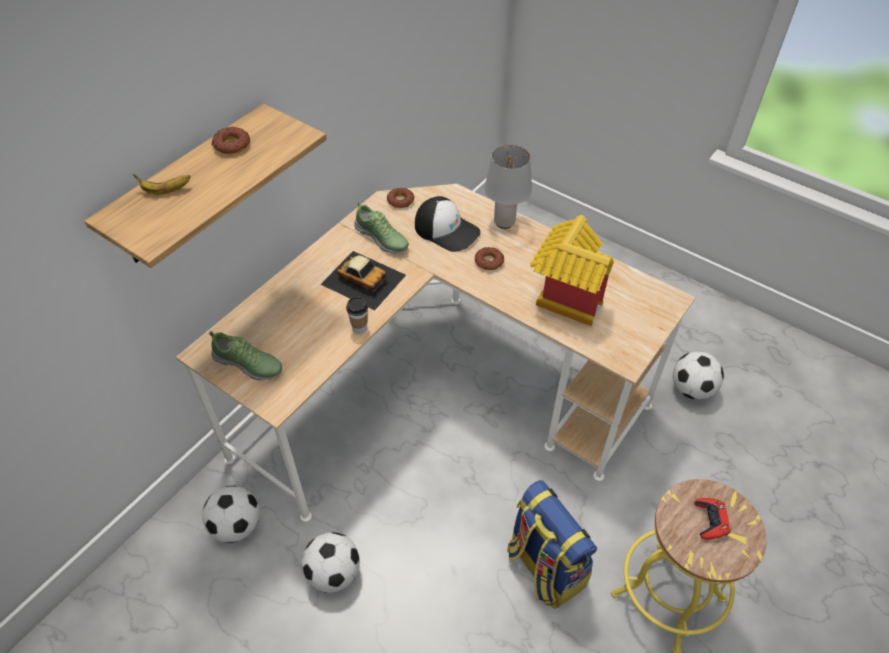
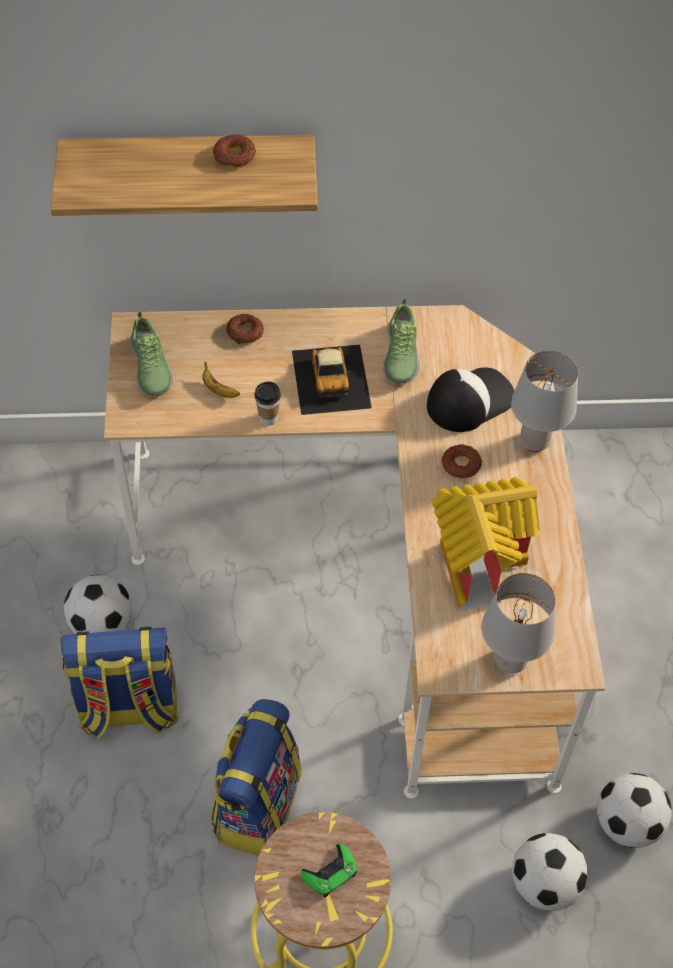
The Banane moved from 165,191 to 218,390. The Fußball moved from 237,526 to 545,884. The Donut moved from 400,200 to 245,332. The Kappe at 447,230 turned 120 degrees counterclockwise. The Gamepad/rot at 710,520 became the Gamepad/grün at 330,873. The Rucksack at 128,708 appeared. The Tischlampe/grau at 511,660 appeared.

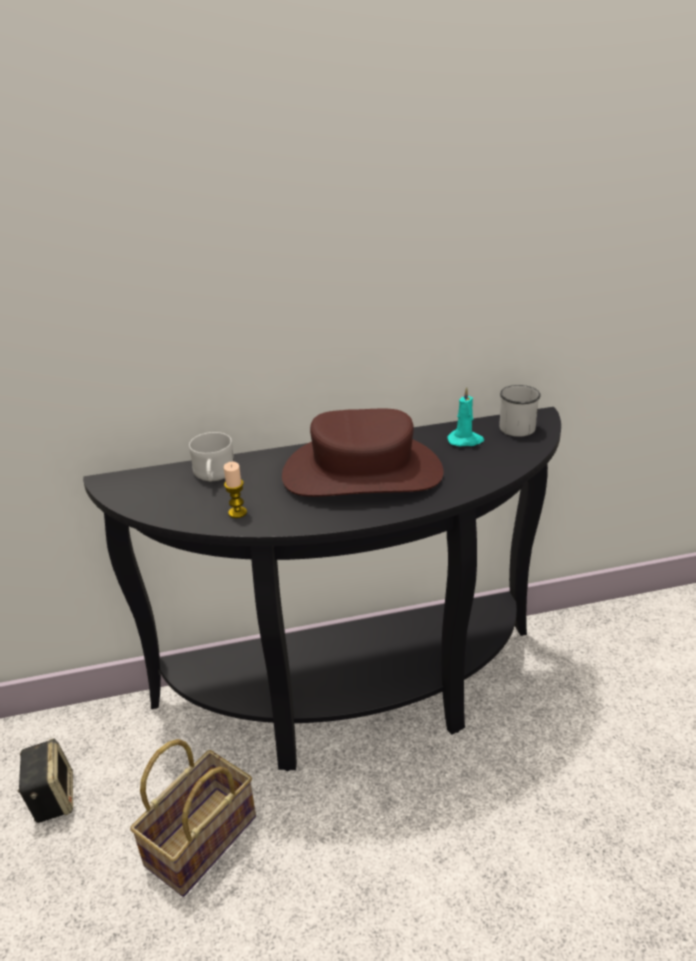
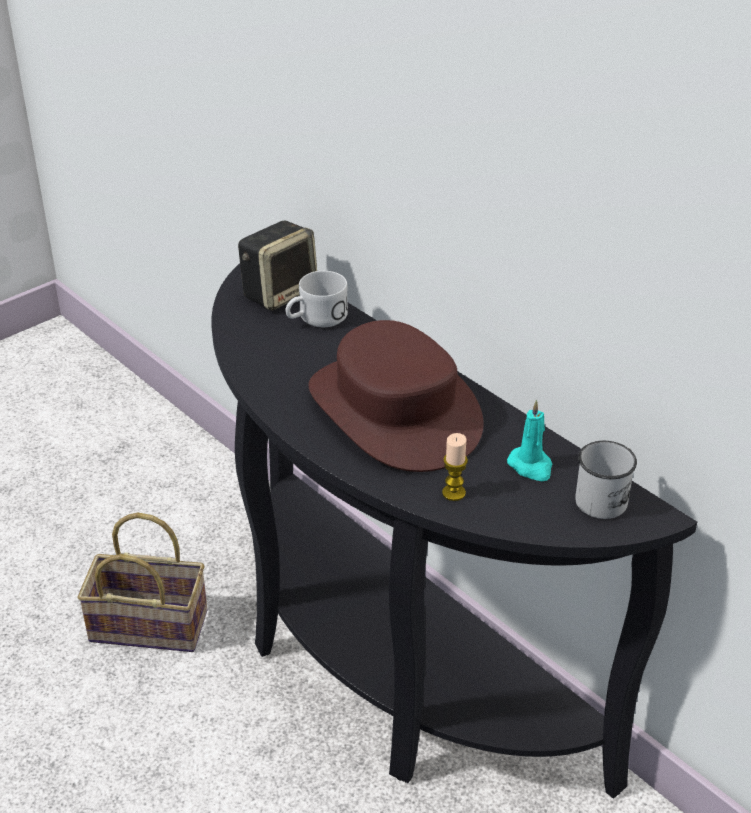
The Lautsprecher moved from 52,798 to 280,292. The Kerze moved from 237,512 to 453,493.

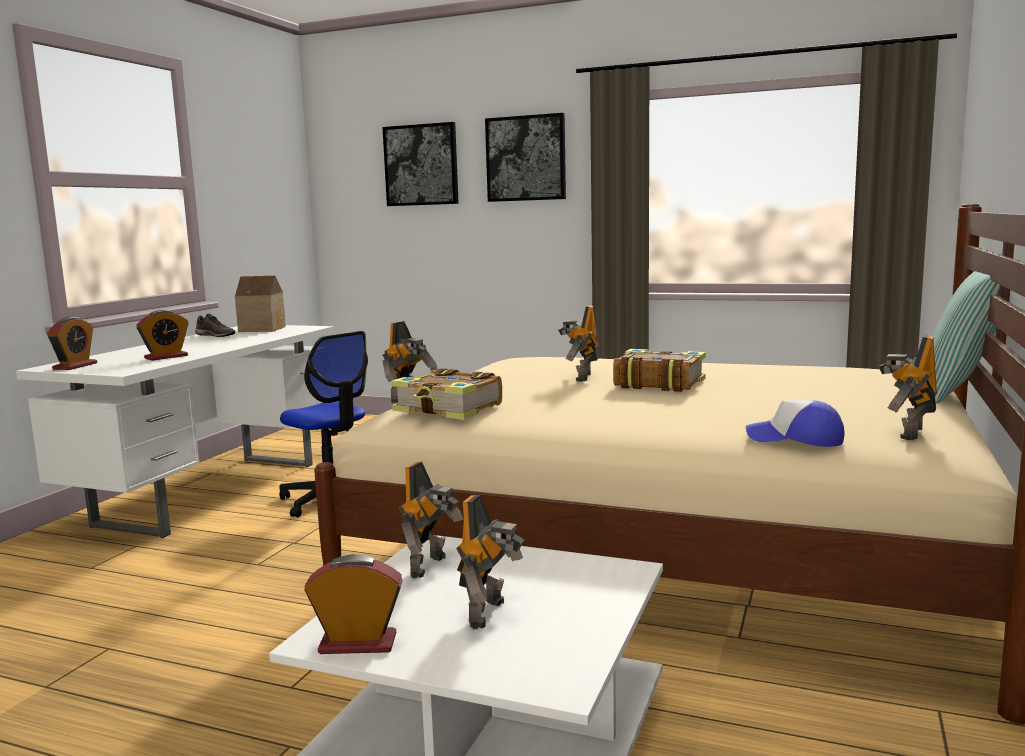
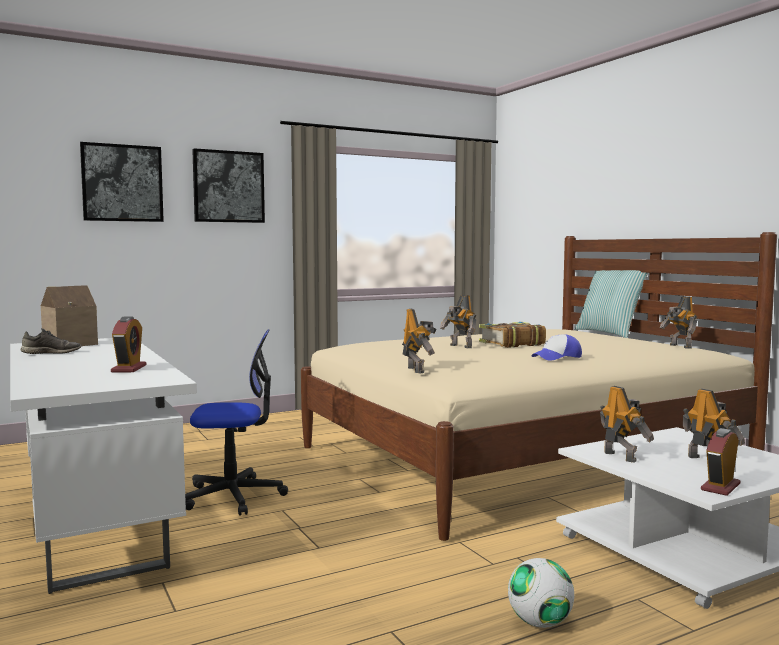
The Wecker at 75,366 disappeared. The Buch at 449,409 disappeared. The Kappe moved from 795,439 to 557,357. The Fußball at 540,623 appeared.

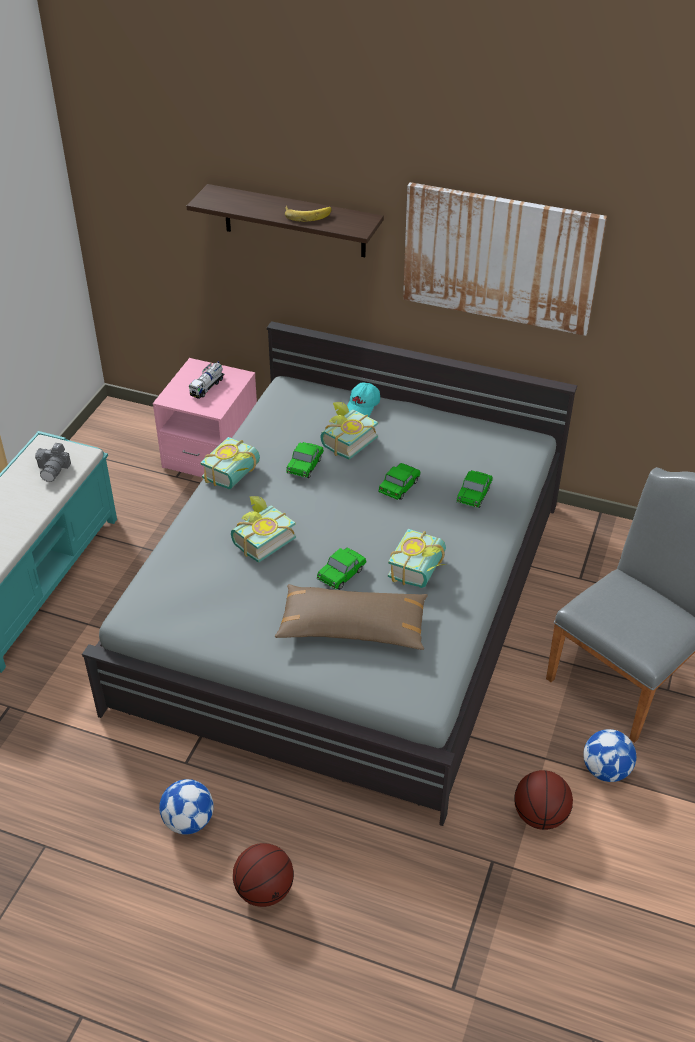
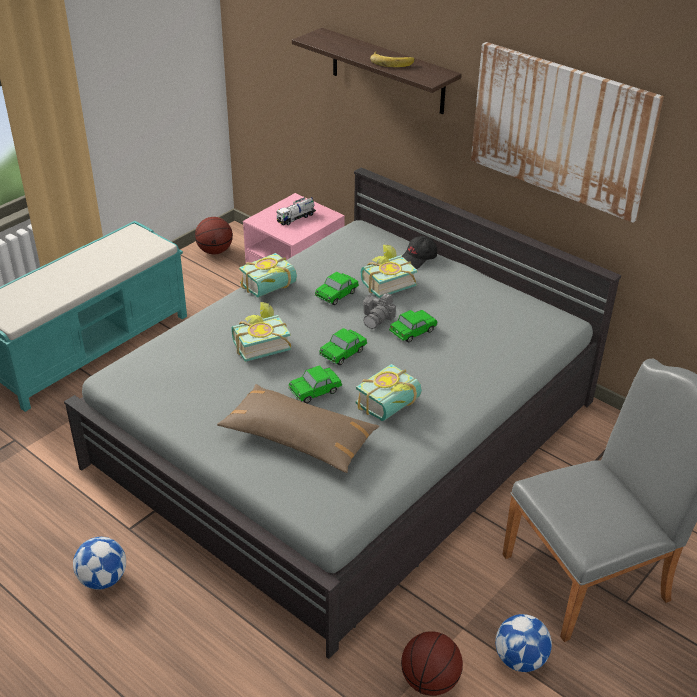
The Kamera moved from 54,469 to 377,318. The Basketball moved from 264,890 to 215,251. The Kappe/türkis at 362,407 became the Kappe/schwarz at 417,259. The Spielzeugauto moved from 474,495 to 343,353.

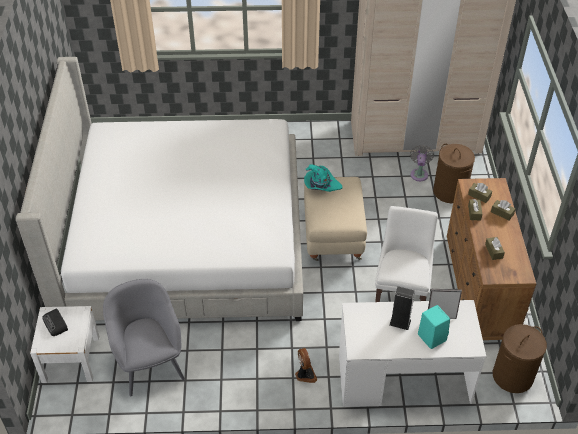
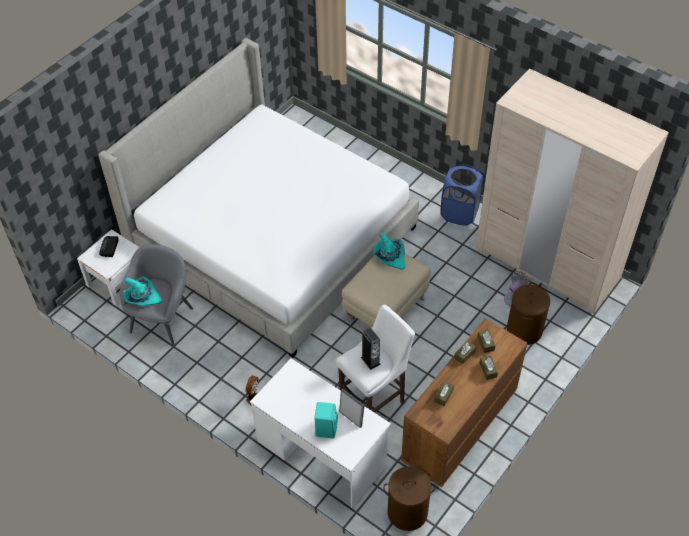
The Lautsprecher moved from 400,322 to 370,360. The Hut/türkis at 142,296 appeared. The Wäschekorb/blau at 459,213 appeared.

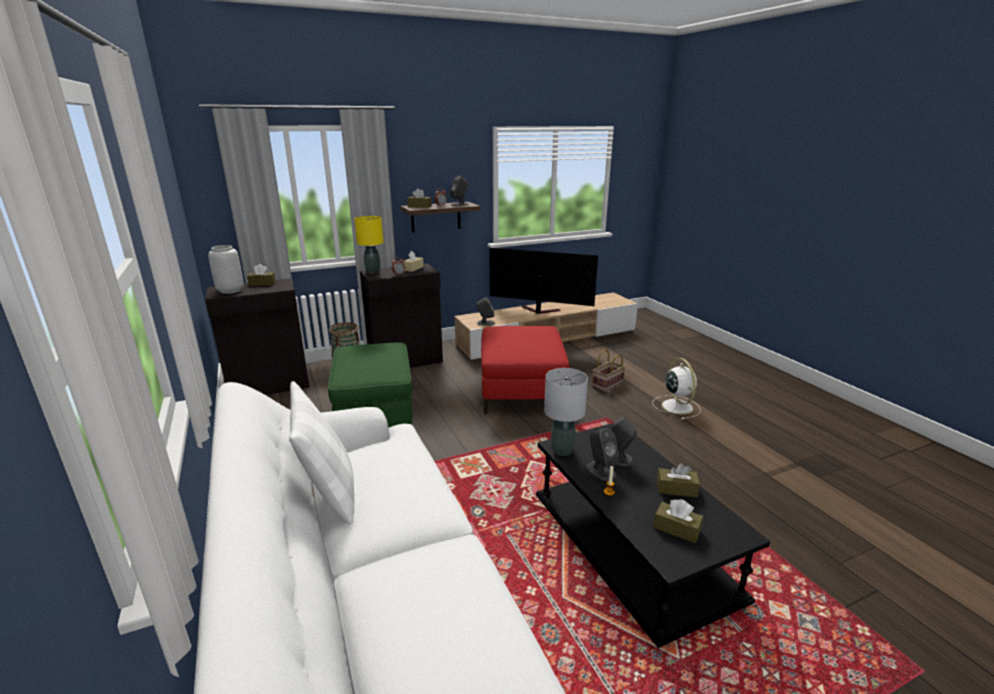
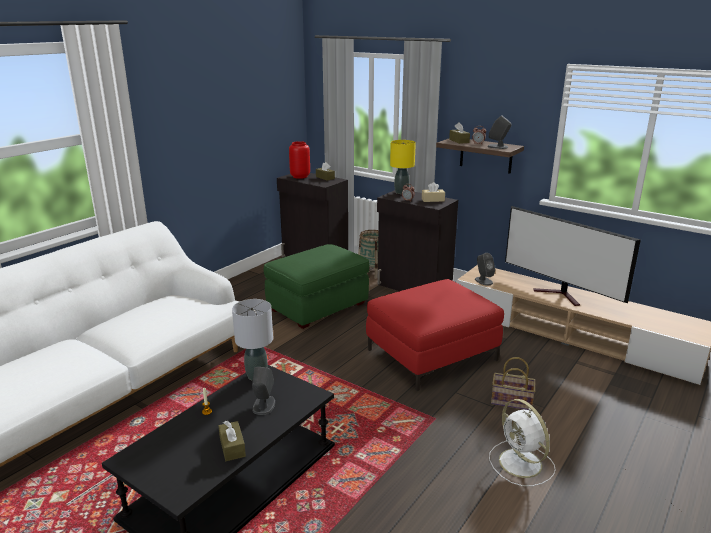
The Vase/grau at 231,290 became the Vase/rot at 300,176. The Kissen/weiß at 329,492 disappeared. The Fernseher at 538,311 turned 150 degrees clockwise. The Lautsprecher/grau at 600,470 disappeared. The Ventilator/weiß at 676,406 turned 105 degrees clockwise. The Taschentuchbox/braun at 676,529 disappeared.

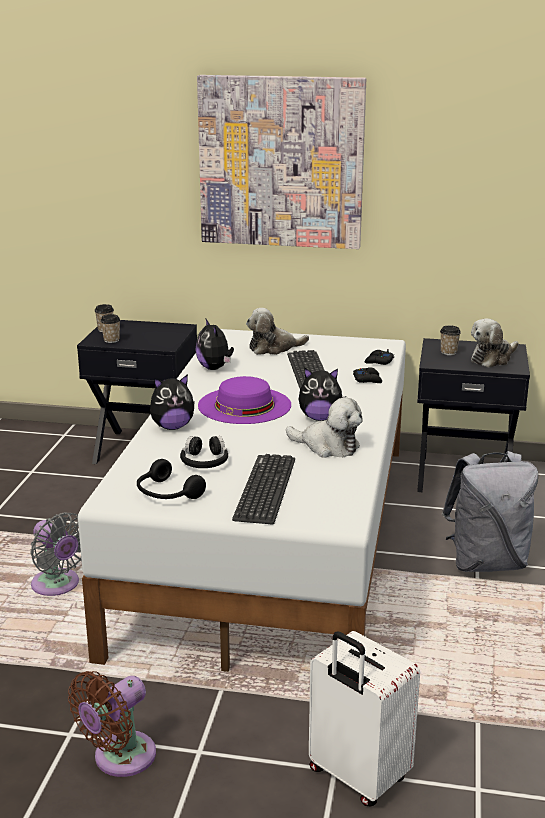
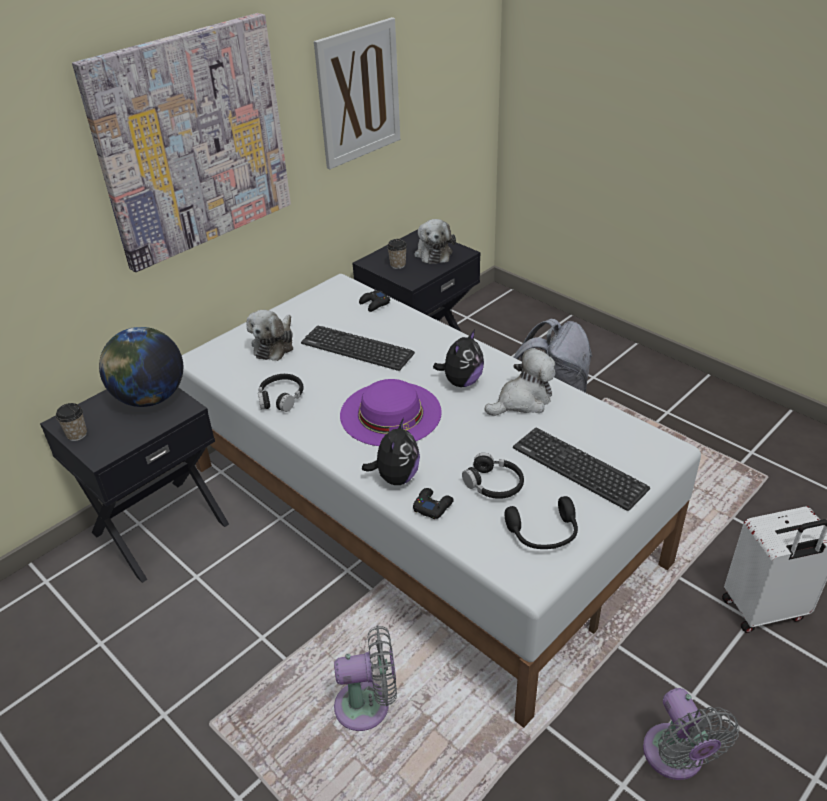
The Ventilator/braun at 119,758 became the Ventilator/grau at 676,758. The Tasse at 111,340 disappeared. The Plüschtier at 215,368 was replaced by the Kopfhörer/schwarz at 281,398. The Gamepad/schwarz moved from 367,379 to 432,506. The Globus at 150,398 appeared. The Bild at 358,93 appeared.

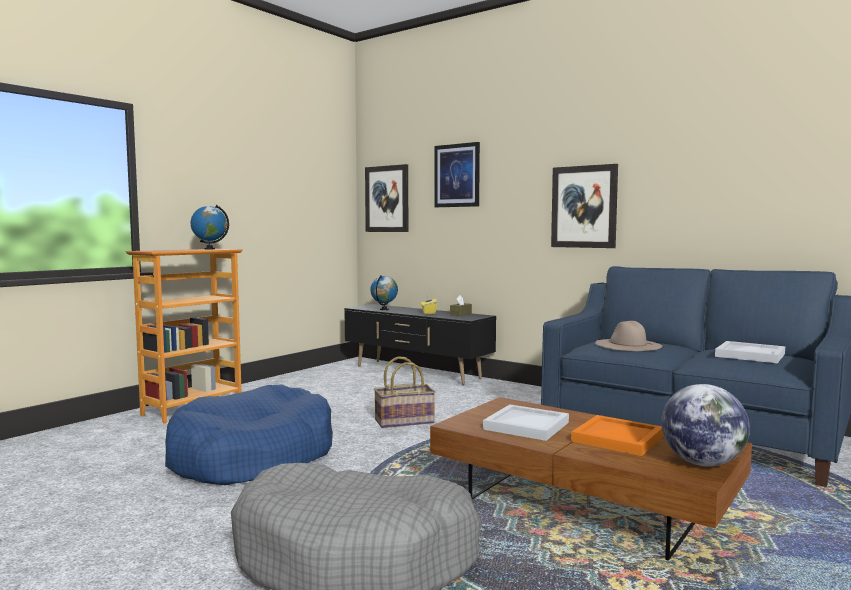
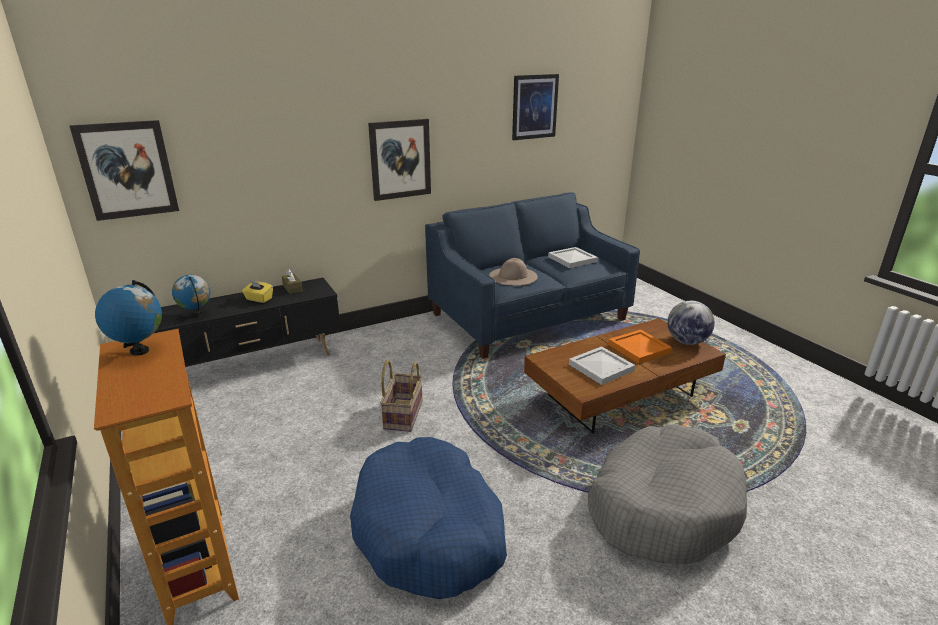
The Bild moved from 457,175 to 534,107.

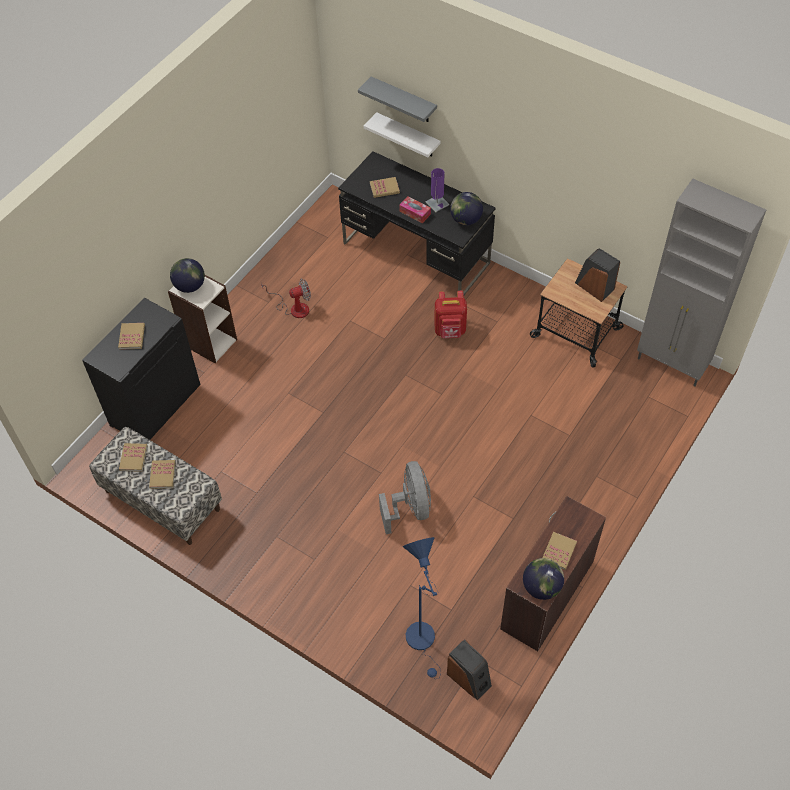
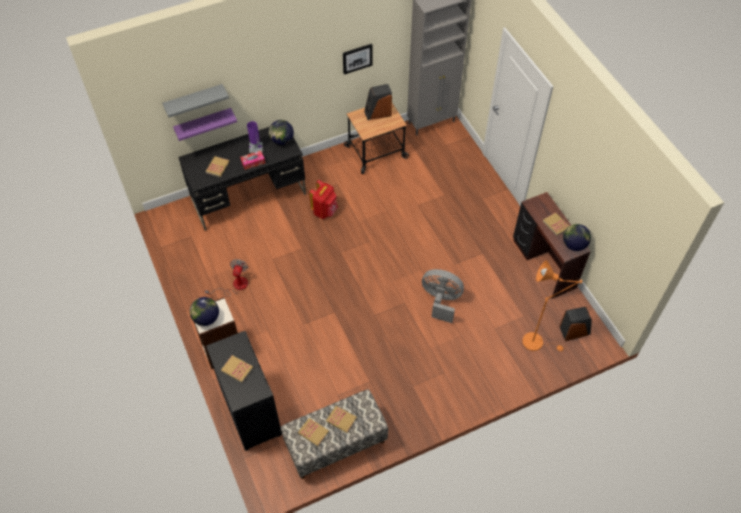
The Wandregal/weiß at 408,135 became the Wandregal/lila at 203,124. The Stehlampe/blau at 423,641 became the Stehlampe/orange at 537,342. The Bild at 357,58 appeared.

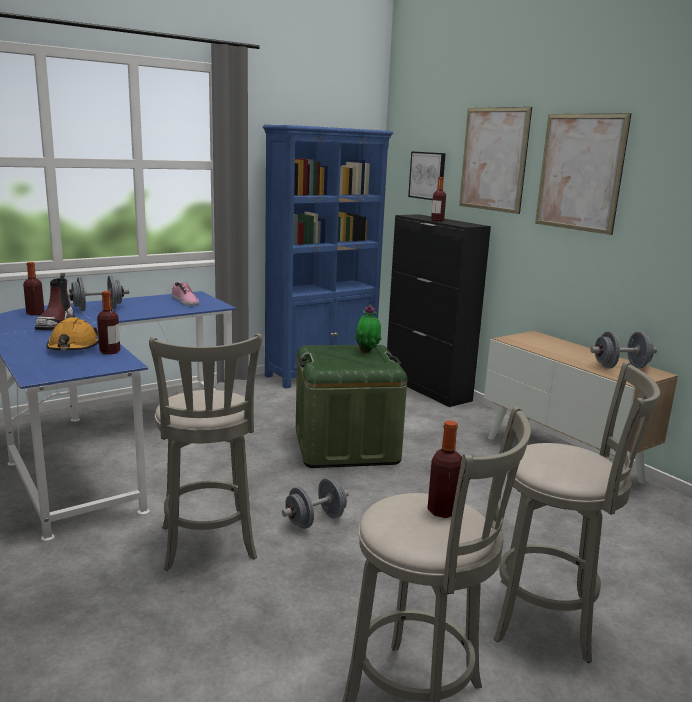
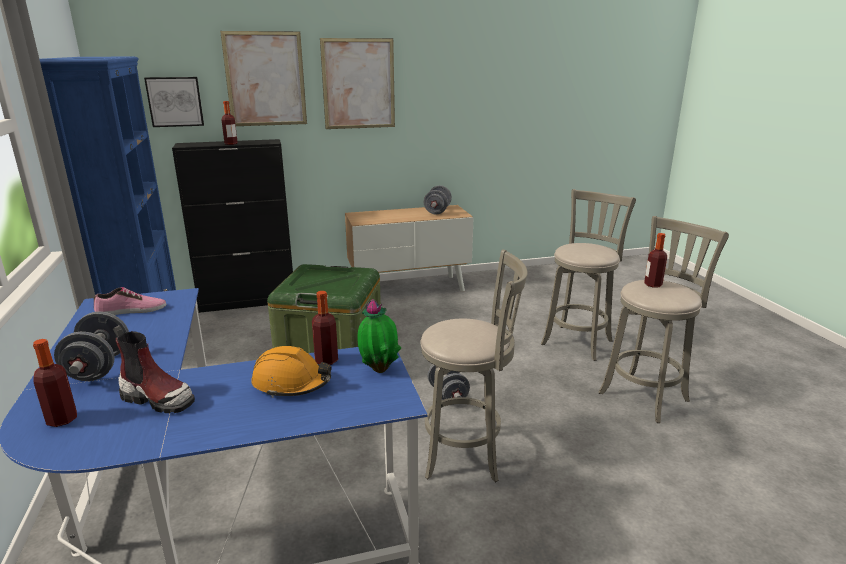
The Topfpflanze moved from 367,352 to 379,369.

